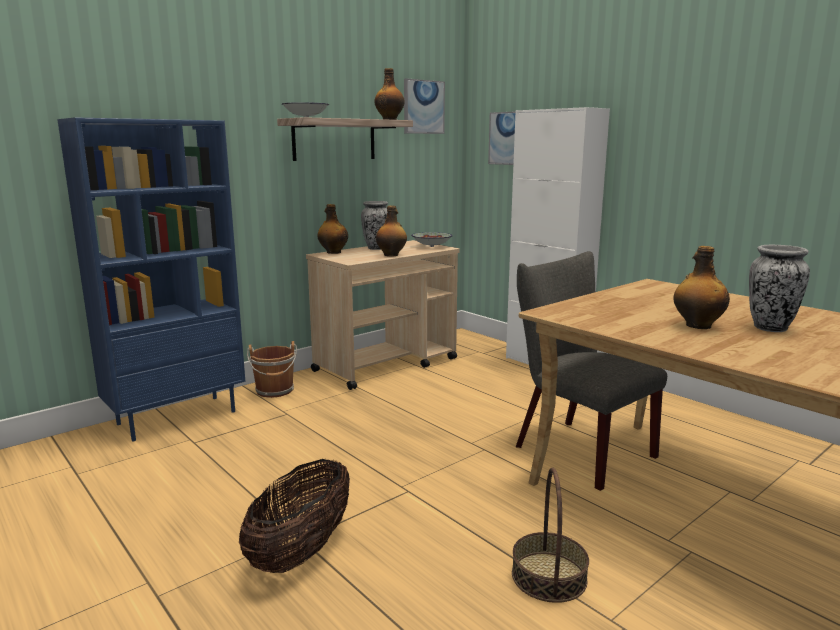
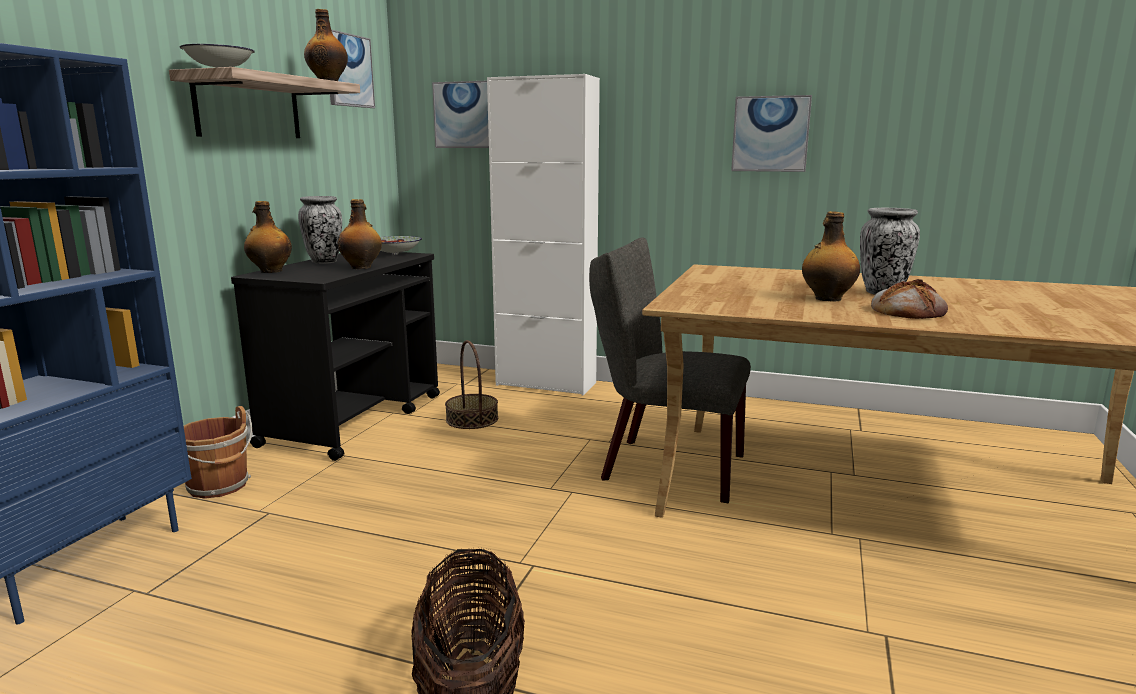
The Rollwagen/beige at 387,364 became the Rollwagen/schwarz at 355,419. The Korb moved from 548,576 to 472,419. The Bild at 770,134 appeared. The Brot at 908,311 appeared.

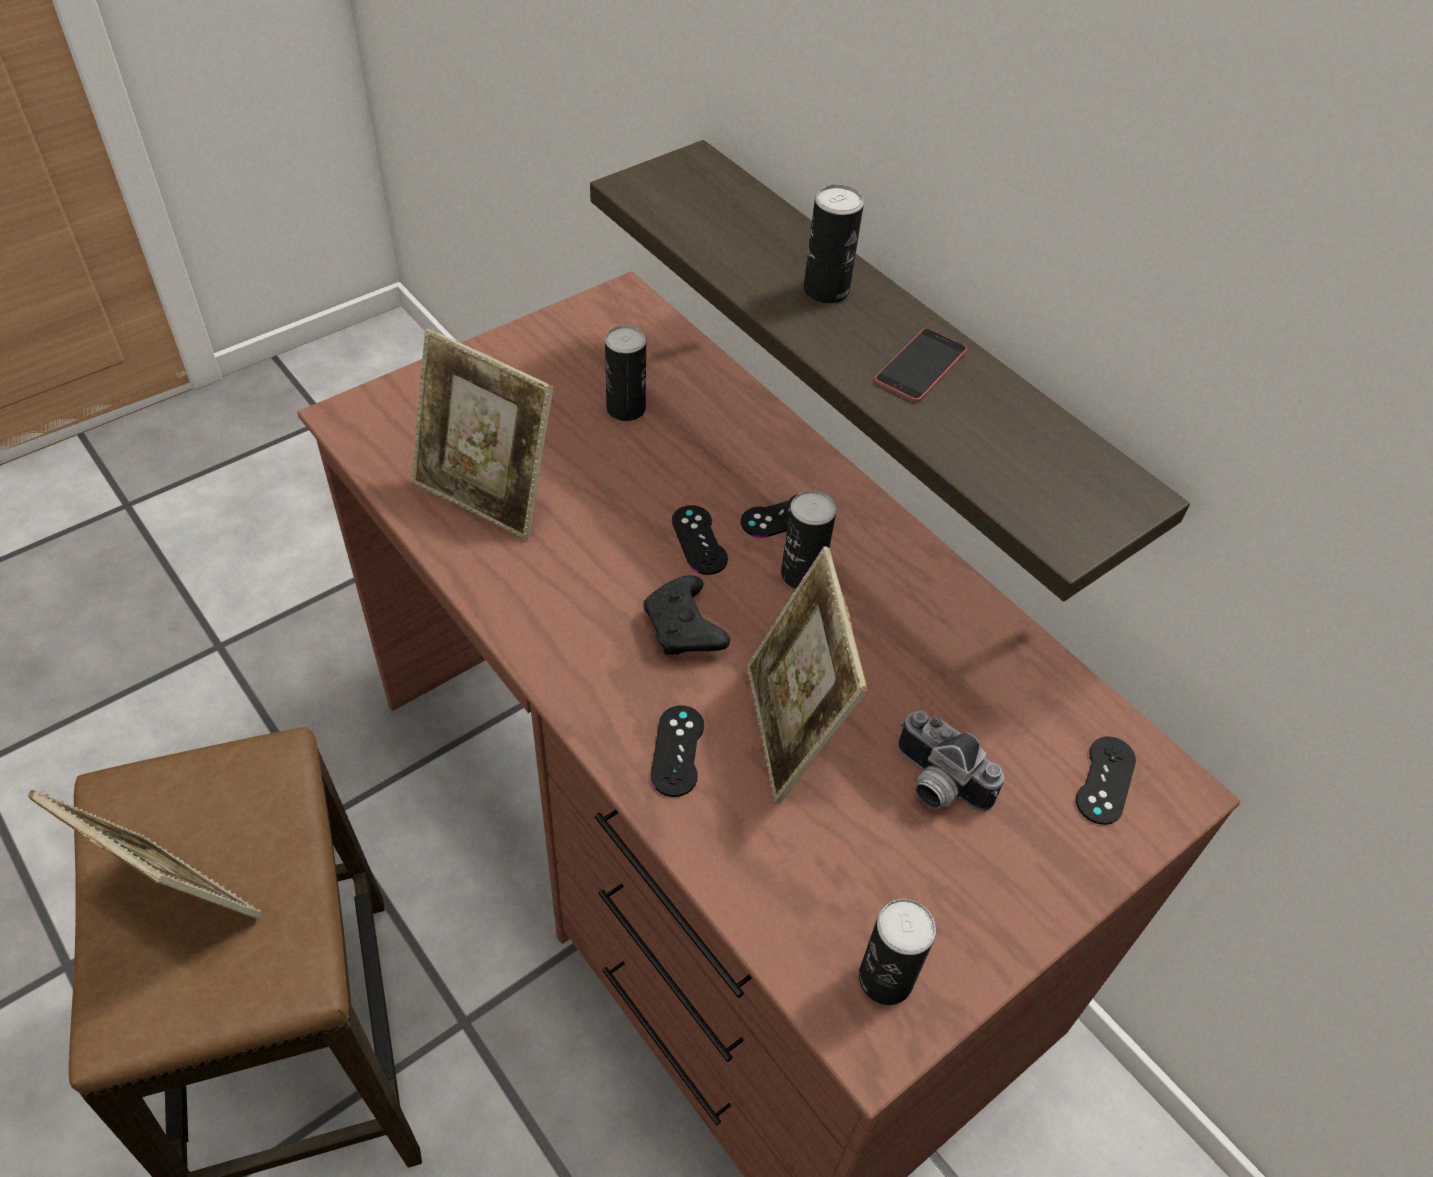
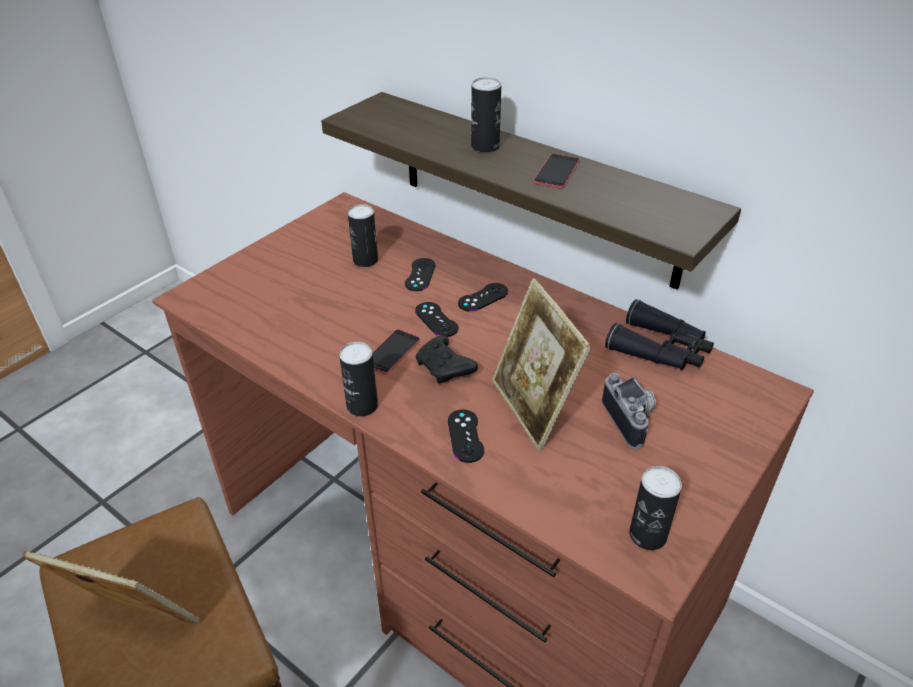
The Bilderrahmen at 486,495 disappeared. The Dose moved from 802,574 to 362,406. The Kamera at 934,784 turned 135 degrees counterclockwise. The Gamepad/schwarz moved from 1105,780 to 420,275. The Handy at 392,352 appeared. The Fernglas/schwarz at 660,349 appeared.

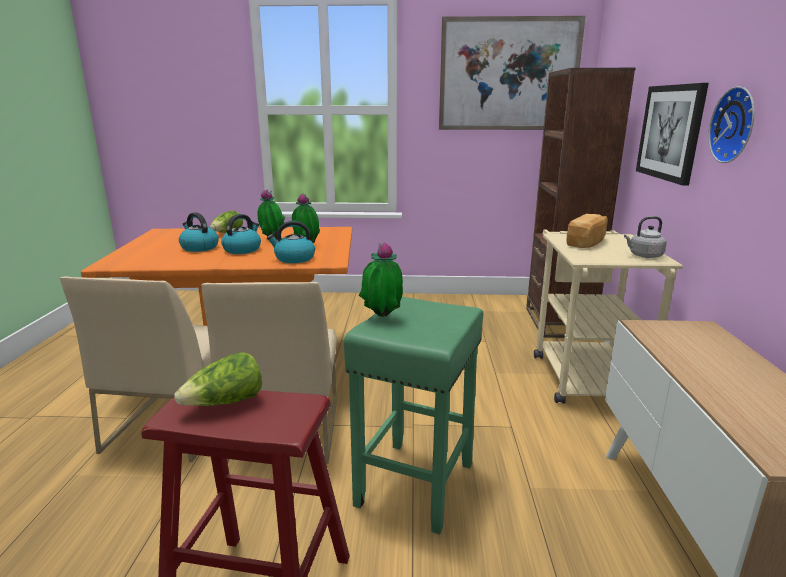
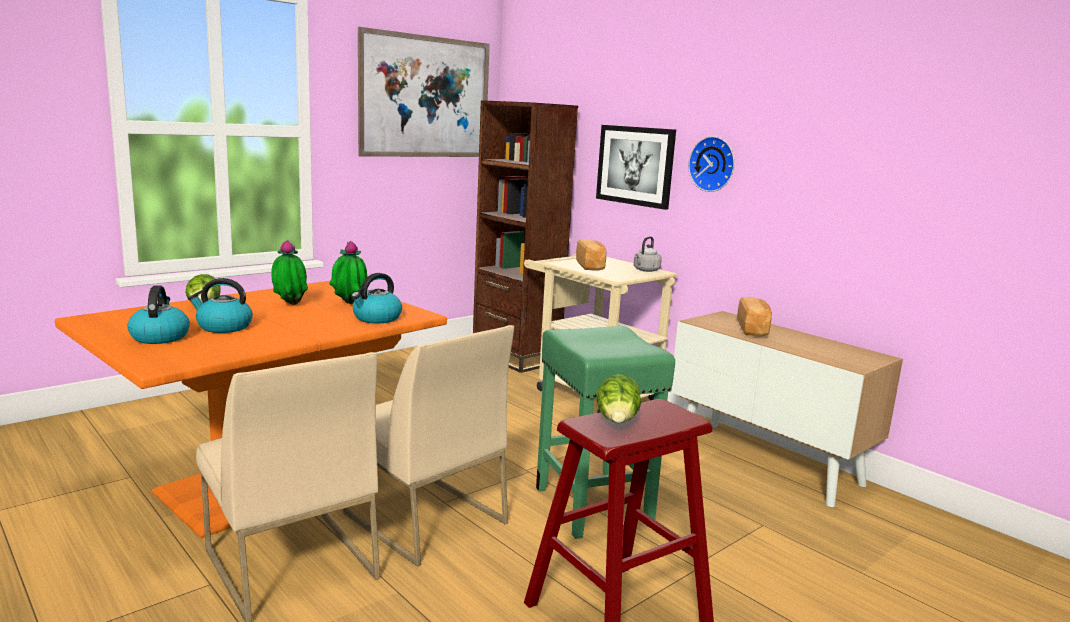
The Wasserkessel moved from 242,249 to 160,337. The Topfpflanze at 382,318 disappeared. The Brot at 753,329 appeared.

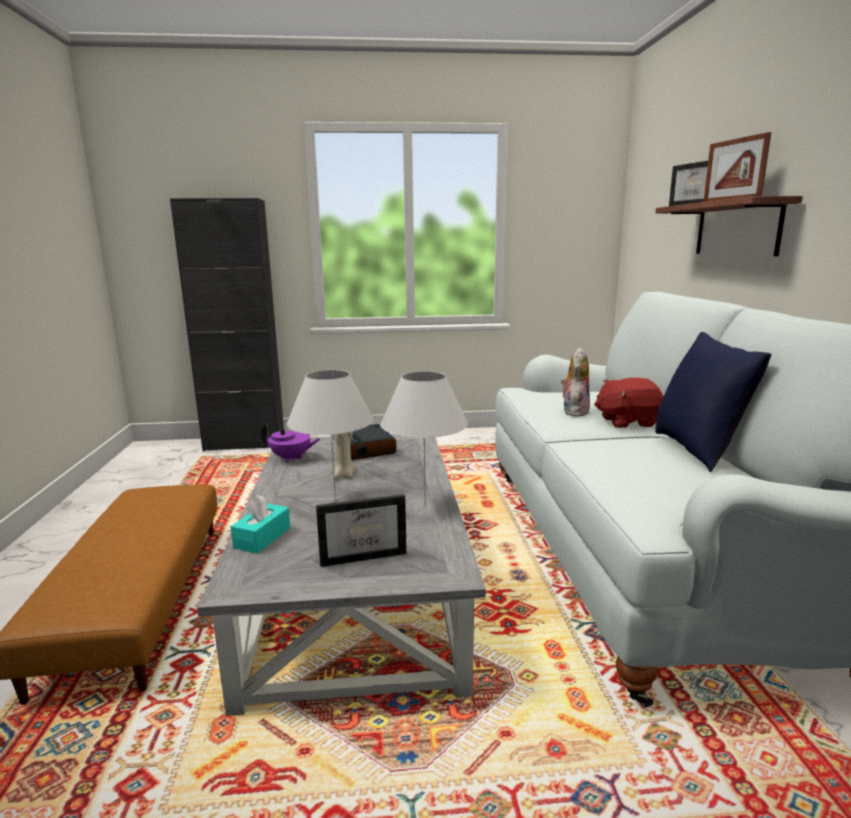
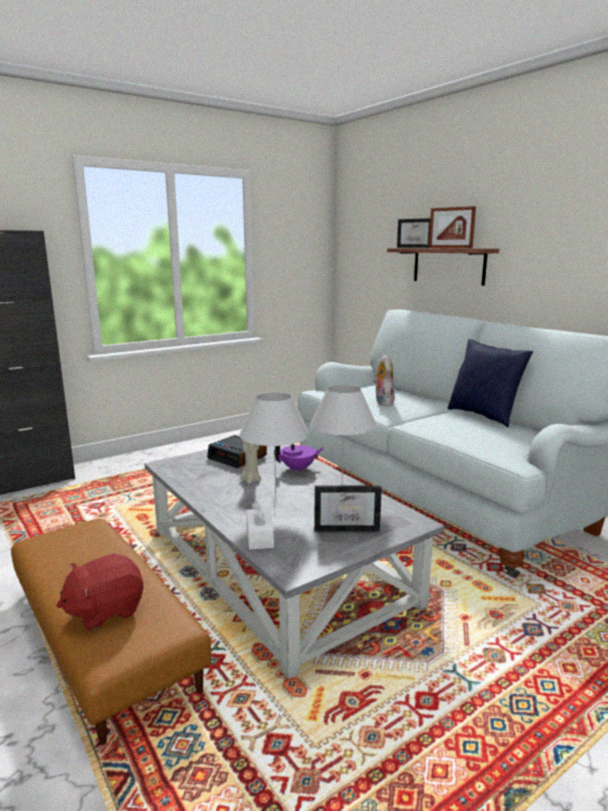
The Taschentuchbox/türkis at 262,538 became the Taschentuchbox/weiß at 260,537. The Teekanne/lila moved from 291,458 to 298,469. The Bilderrahmen at 364,554 turned 45 degrees clockwise. The Plüschtier/rot moved from 627,422 to 105,610.

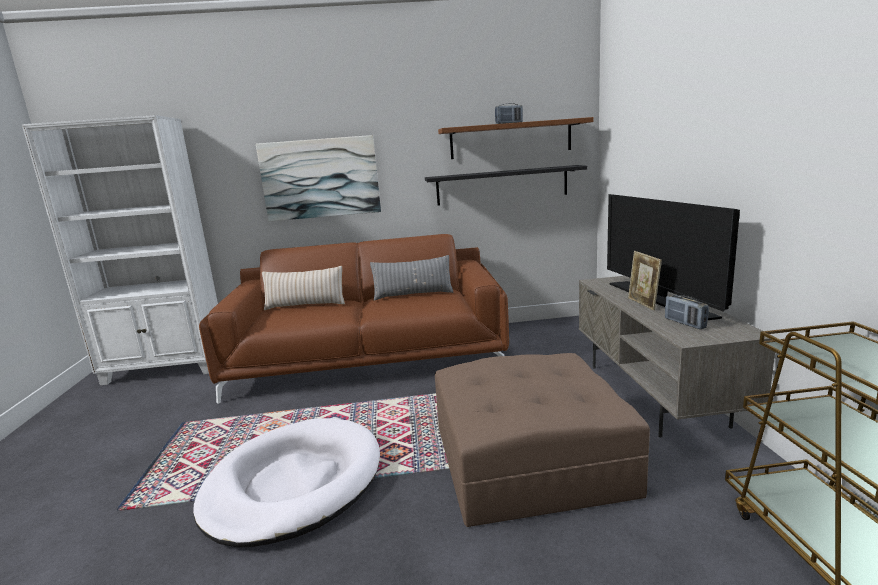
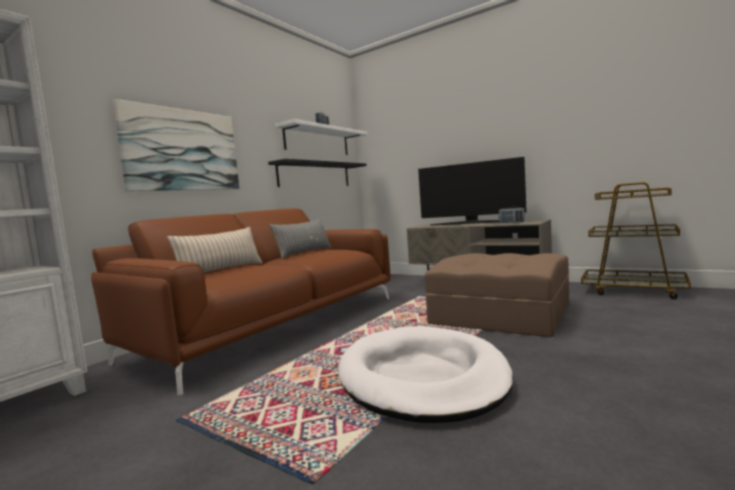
The Wandregal/braun at 510,139 became the Wandregal/weiß at 317,141. The Bilderrahmen at 642,304 disappeared.

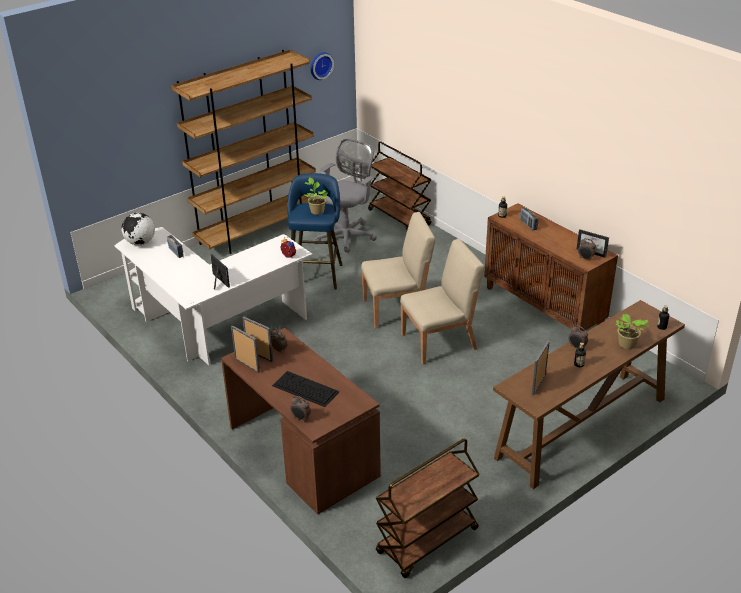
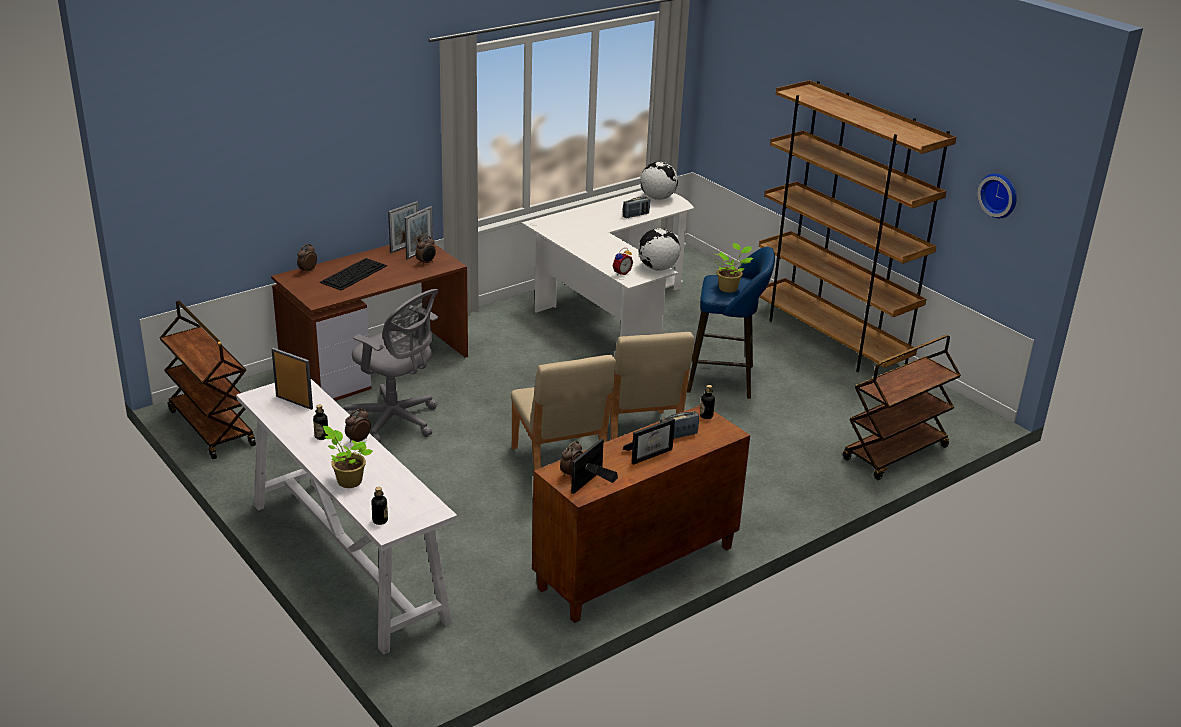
The Bilderrahmen moved from 218,281 to 649,454. The Bürostuhl/grau moved from 347,236 to 396,421. The Konsolentisch/braun at 581,428 became the Konsolentisch/weiß at 346,560. The Globus at 657,268 appeared.

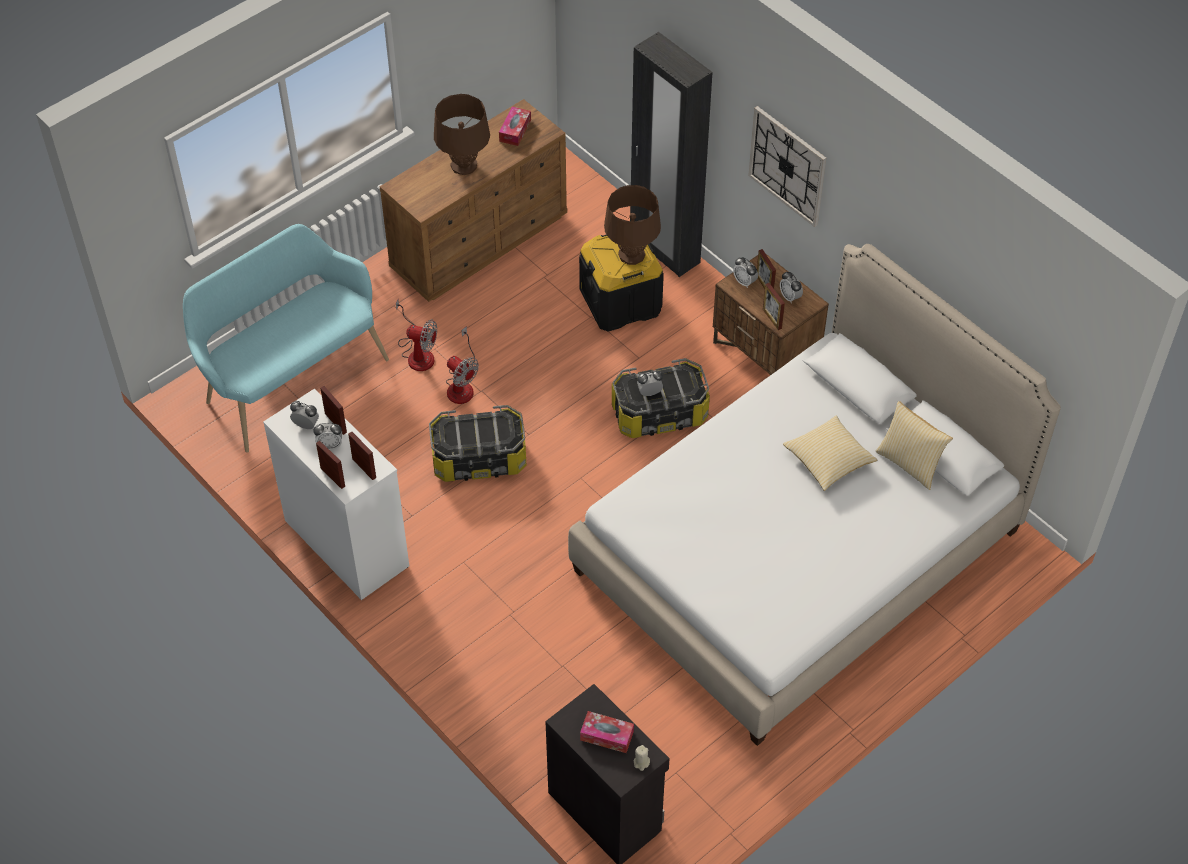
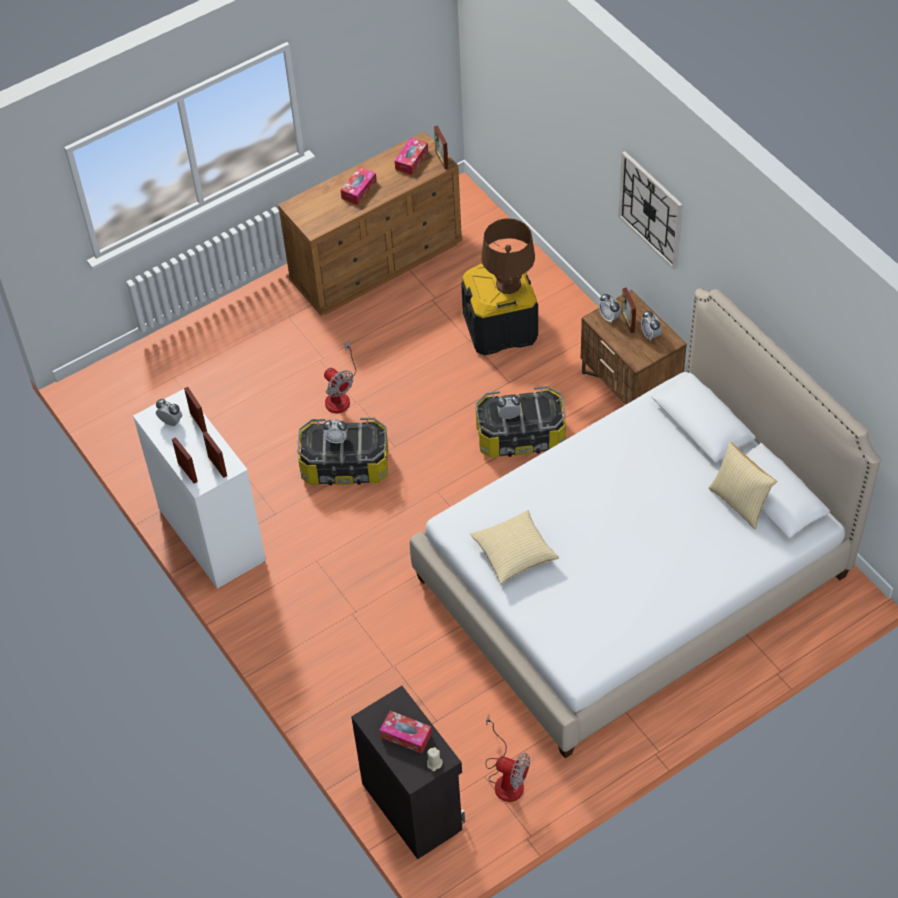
The Bank/türkis at 291,378 disappeared. The Wecker moved from 330,445 to 336,439. The Ventilator moved from 417,353 to 506,778. The Tischlampe/braun at 464,165 was replaced by the Taschentuchbox at 359,190. The Kleiderschrank/schwarz at 664,250 disappeared. The Bilderrahmen moved from 772,319 to 441,160. The Kissen moved from 828,460 to 514,553.

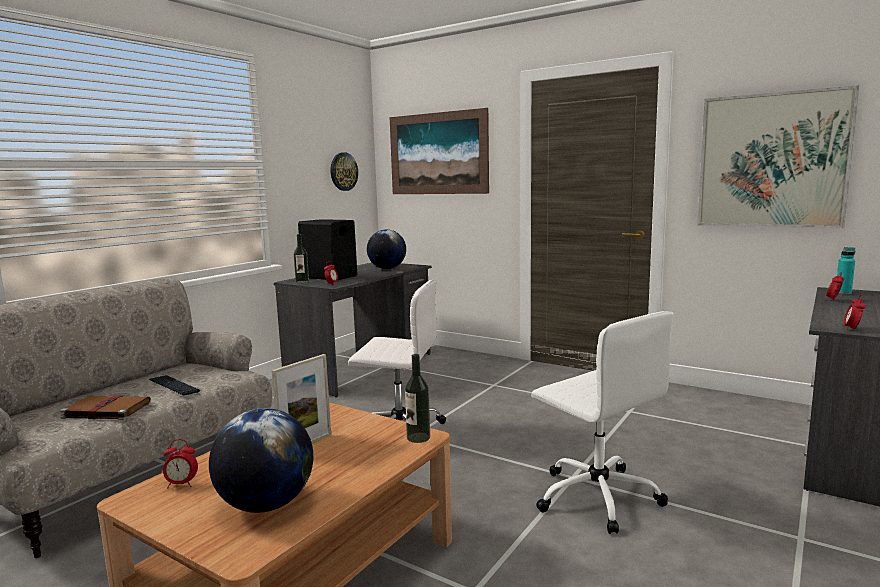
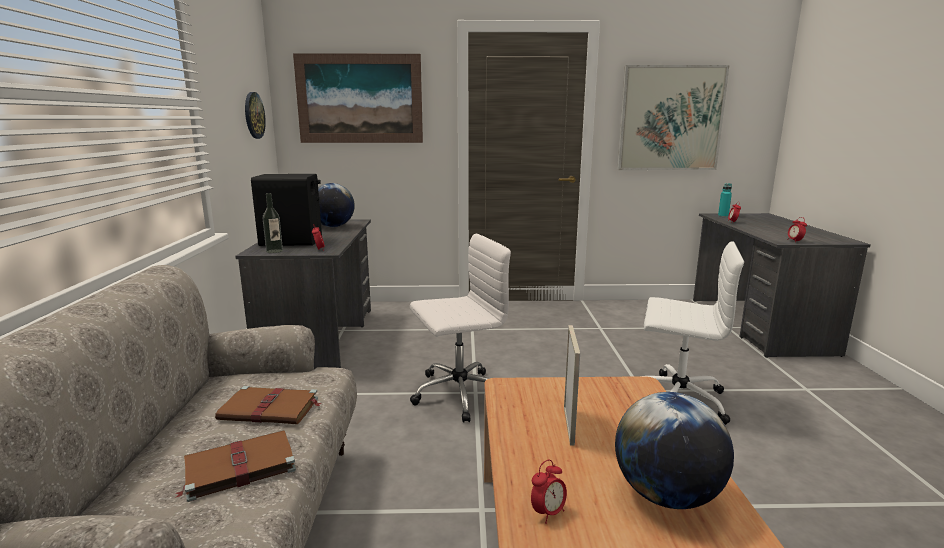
The Tastatur at 174,386 was replaced by the Buch/braun at 271,409. The Flasche at 418,437 disappeared.

